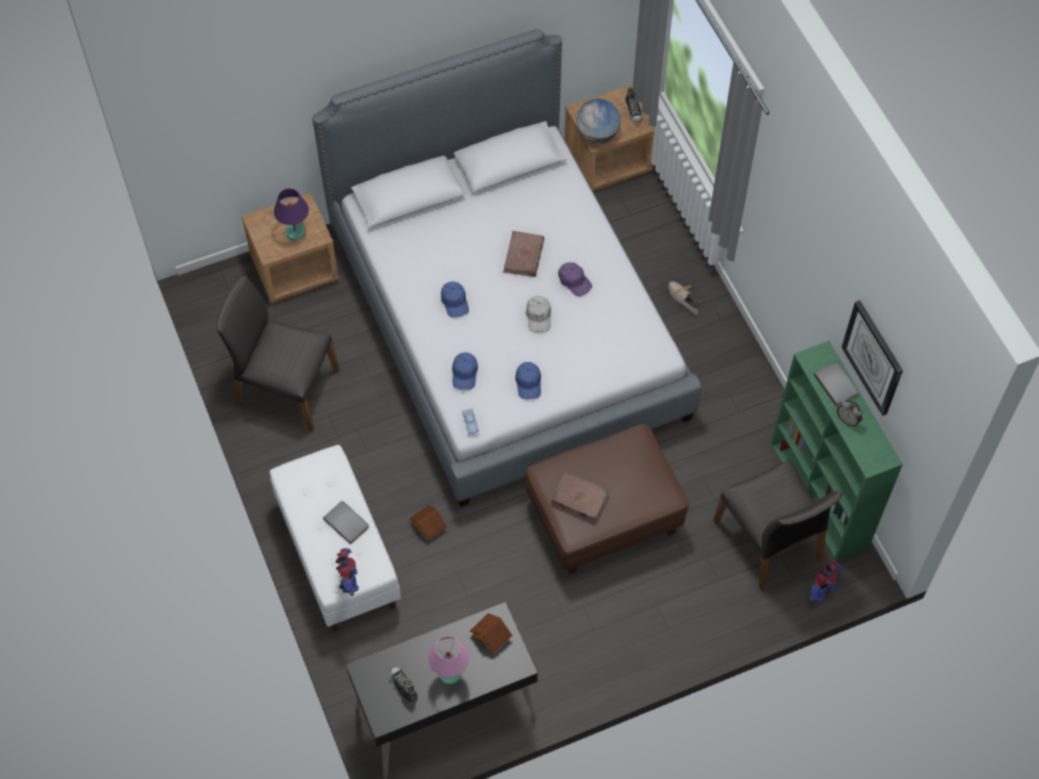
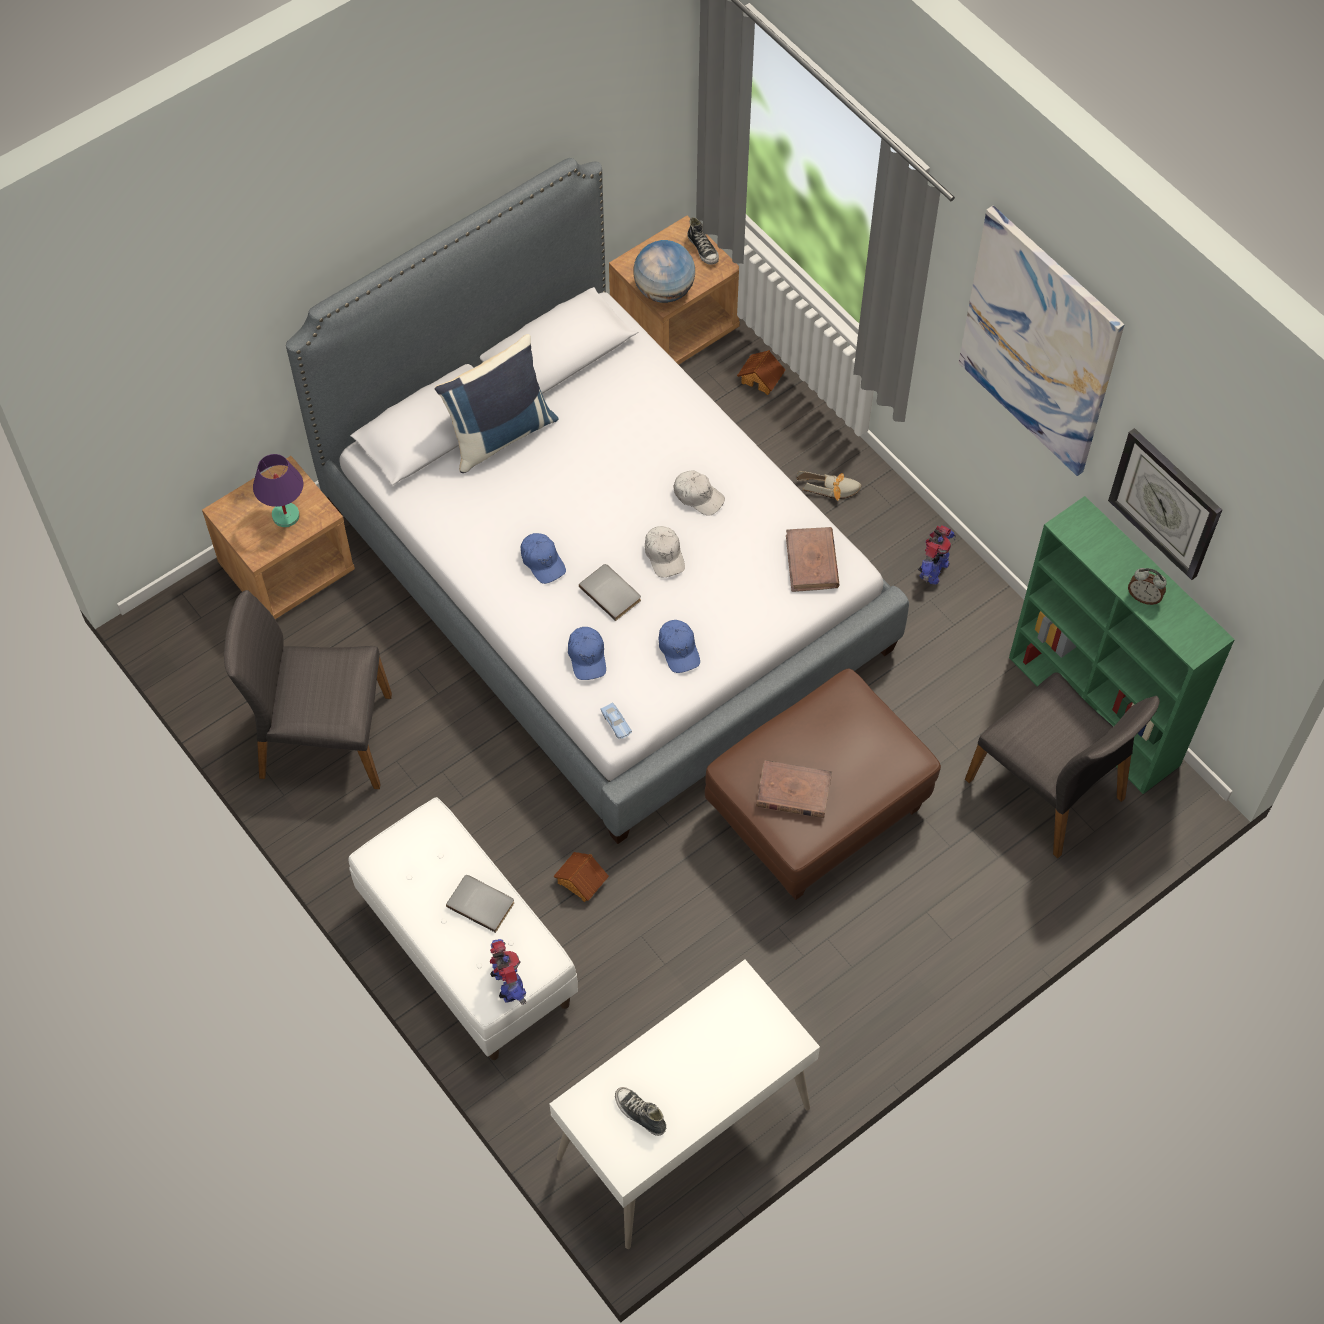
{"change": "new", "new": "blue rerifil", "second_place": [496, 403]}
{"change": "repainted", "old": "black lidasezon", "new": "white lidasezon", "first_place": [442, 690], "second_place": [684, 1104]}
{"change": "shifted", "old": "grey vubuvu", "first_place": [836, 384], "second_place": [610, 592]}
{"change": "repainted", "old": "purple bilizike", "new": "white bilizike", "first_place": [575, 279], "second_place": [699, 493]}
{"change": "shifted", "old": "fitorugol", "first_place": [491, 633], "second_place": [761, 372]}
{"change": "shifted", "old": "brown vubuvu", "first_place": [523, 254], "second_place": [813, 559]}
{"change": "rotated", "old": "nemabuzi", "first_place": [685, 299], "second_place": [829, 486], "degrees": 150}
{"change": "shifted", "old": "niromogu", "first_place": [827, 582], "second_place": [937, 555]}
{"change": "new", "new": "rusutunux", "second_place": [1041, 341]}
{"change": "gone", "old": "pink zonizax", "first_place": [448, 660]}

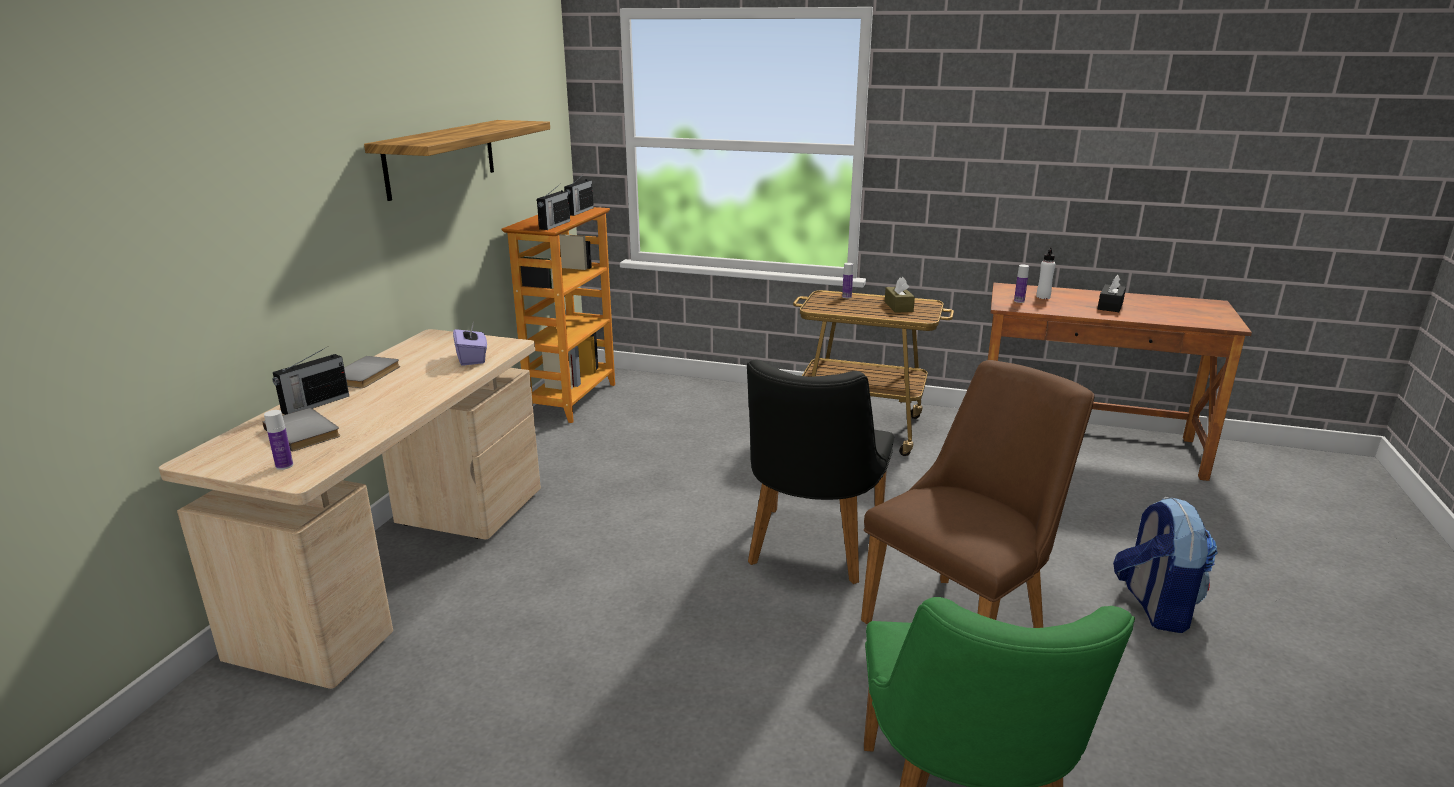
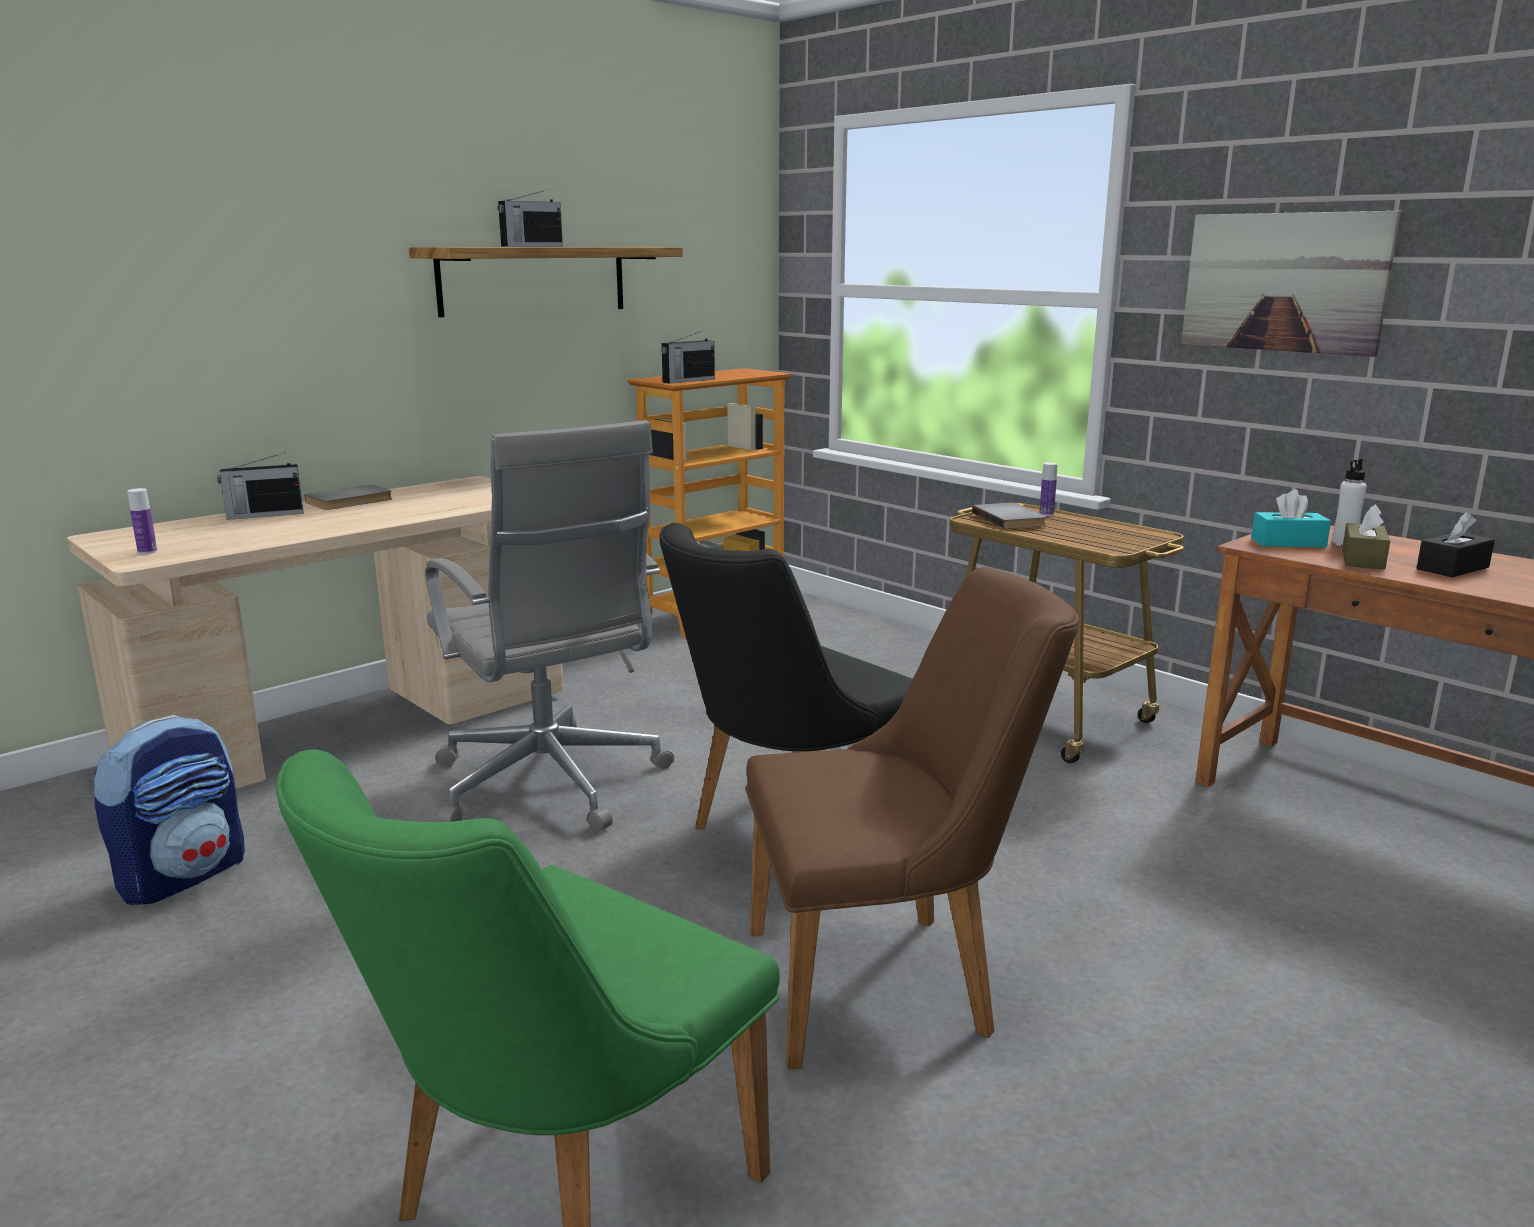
{"change": "shifted", "old": "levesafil", "first_place": [1165, 565], "second_place": [169, 810]}
{"change": "new", "new": "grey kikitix", "second_place": [549, 625]}
{"change": "shifted", "old": "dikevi", "first_place": [579, 194], "second_place": [530, 218]}
{"change": "shifted", "old": "grey vubuvu", "first_place": [301, 430], "second_place": [1009, 515]}
{"change": "new", "new": "rusutunux", "second_place": [1291, 284]}
{"change": "swapped", "old": "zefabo", "new": "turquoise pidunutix", "first_place": [1021, 284], "second_place": [1291, 518]}
{"change": "shifted", "old": "brown pidunutix", "first_place": [900, 295], "second_place": [1366, 537]}
{"change": "gone", "old": "purple pidunutix", "first_place": [470, 345]}

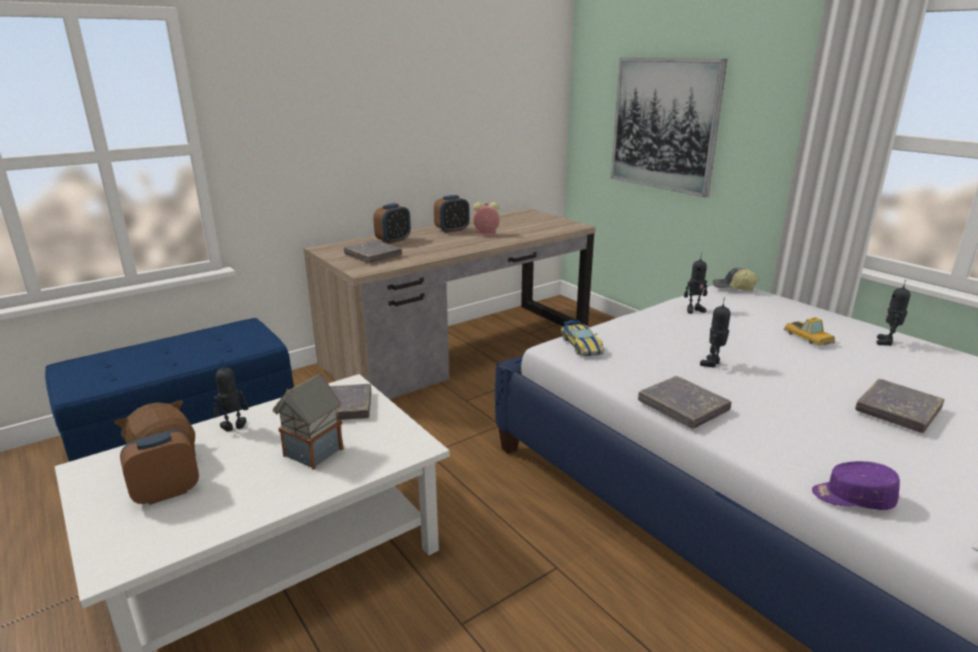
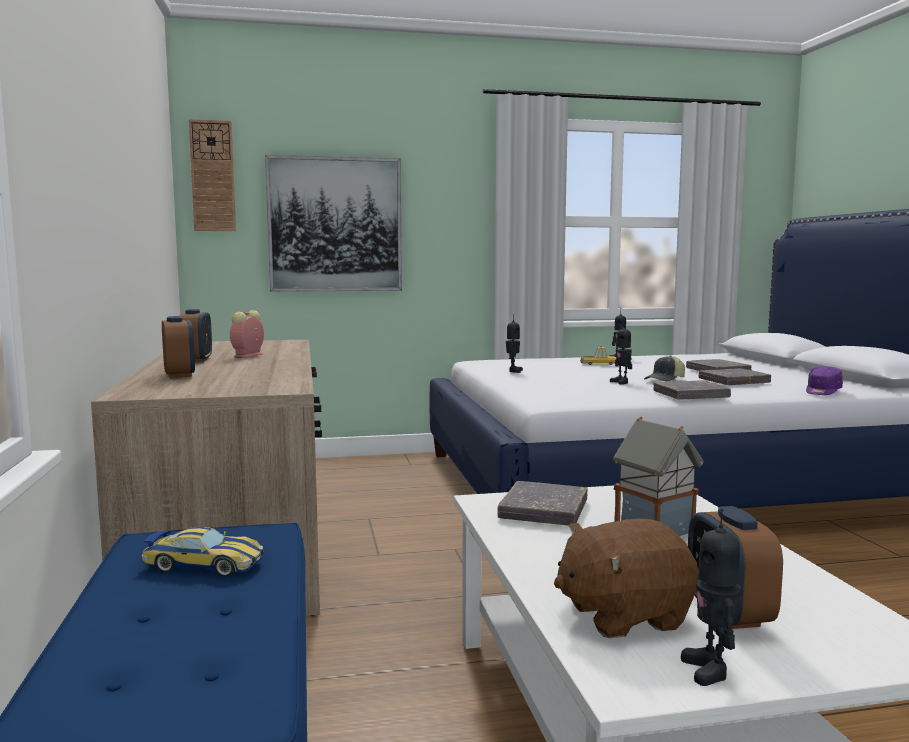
{"change": "shifted", "old": "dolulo", "first_place": [582, 338], "second_place": [202, 552]}
{"change": "new", "new": "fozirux", "second_place": [212, 175]}
{"change": "shifted", "old": "bilizike", "first_place": [736, 279], "second_place": [664, 368]}
{"change": "shifted", "old": "niromogu", "first_place": [231, 395], "second_place": [711, 597]}
{"change": "shifted", "old": "grey vubuvu", "first_place": [373, 251], "second_place": [735, 376]}

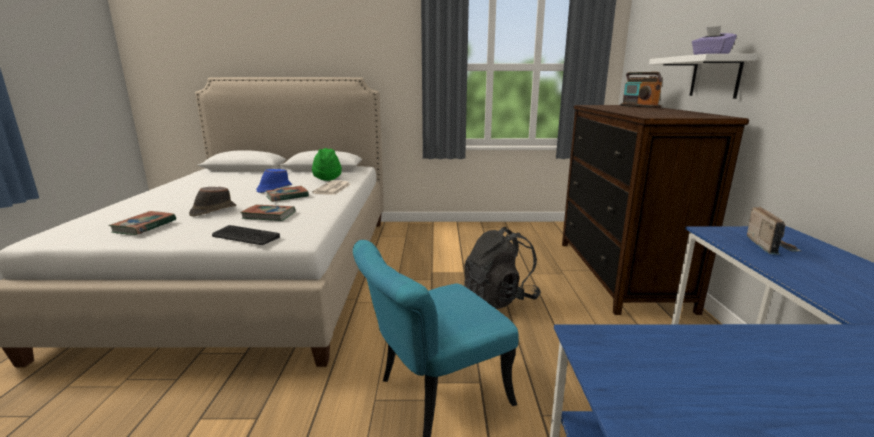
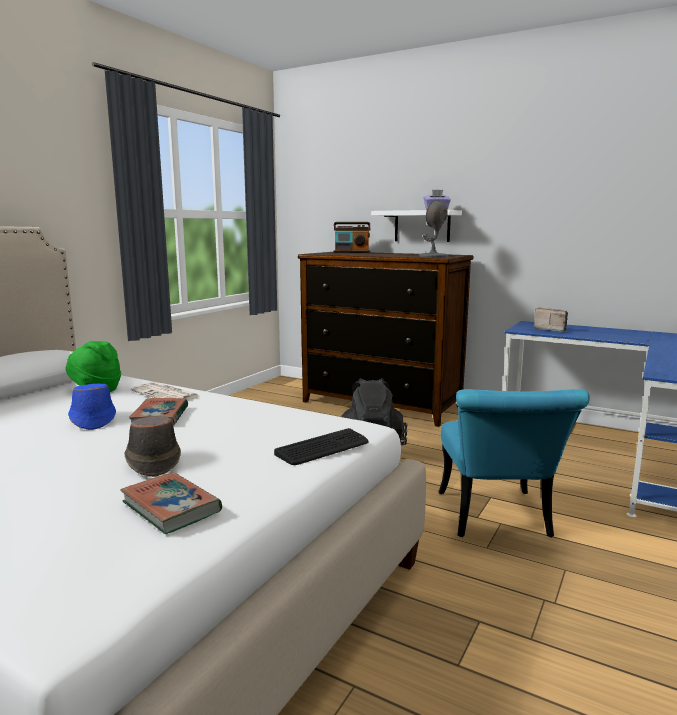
{"change": "new", "new": "grey zonizax", "second_place": [433, 228]}
{"change": "gone", "old": "vubuvu", "first_place": [267, 213]}

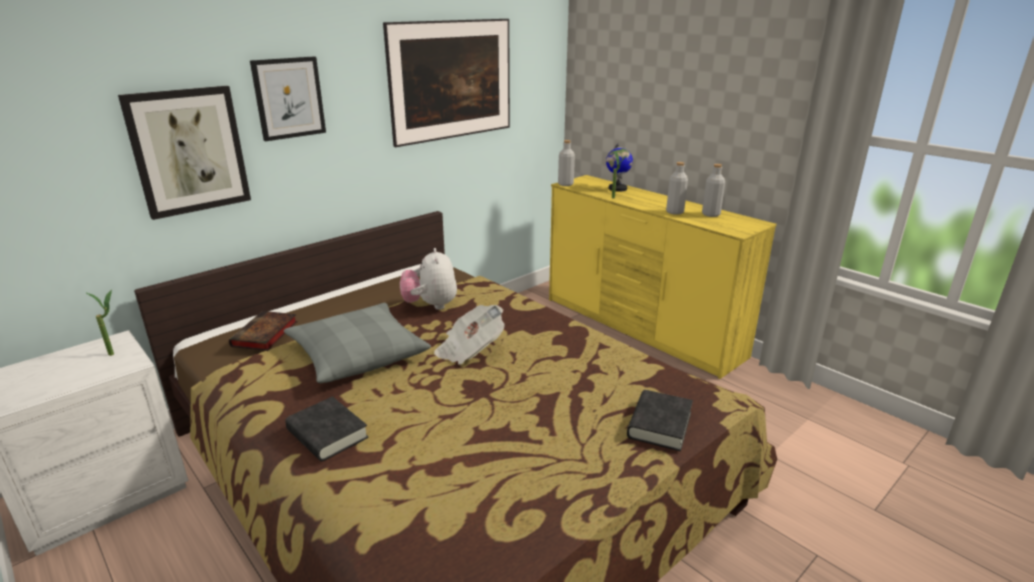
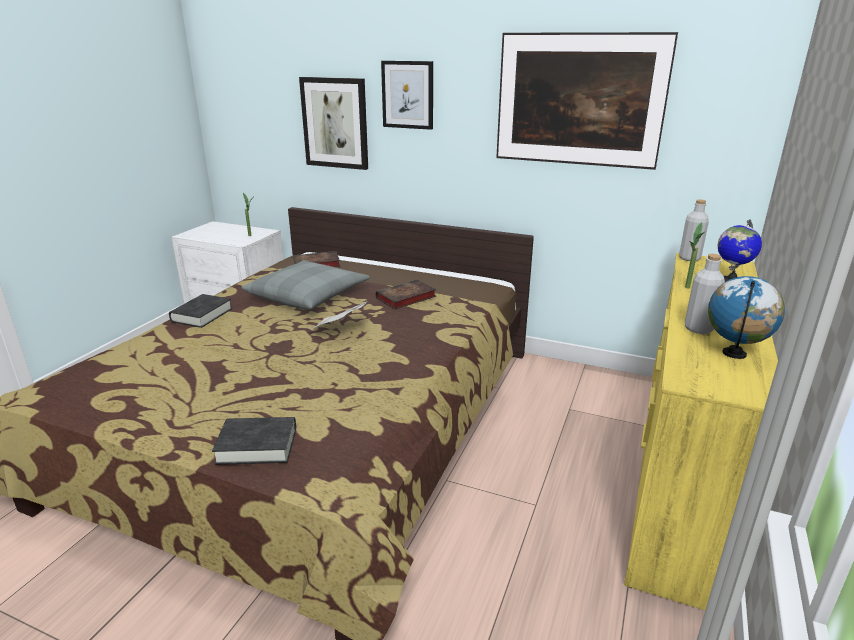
{"change": "swapped", "old": "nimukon", "new": "vubuvu", "first_place": [428, 279], "second_place": [406, 295]}
{"change": "swapped", "old": "grey zefabo", "new": "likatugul", "first_place": [713, 190], "second_place": [746, 317]}

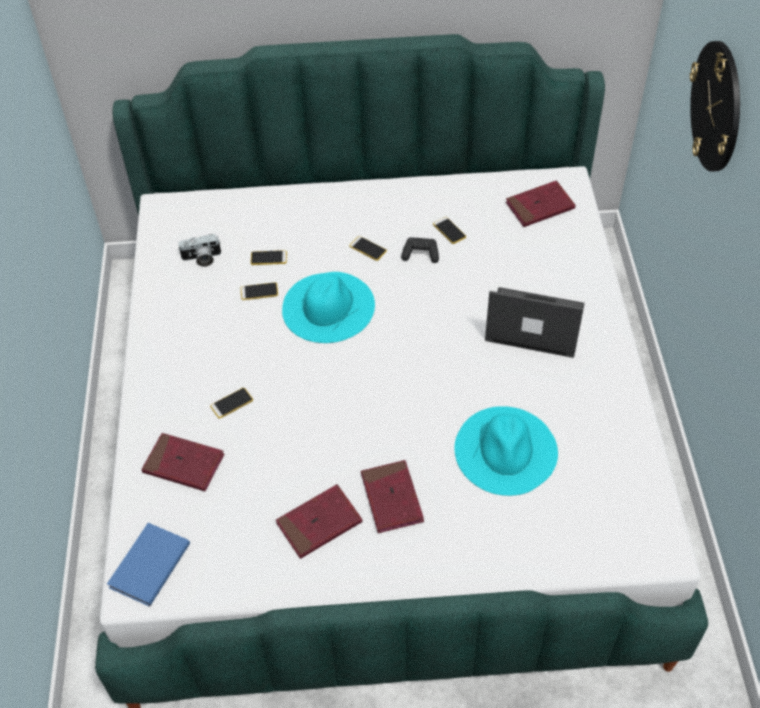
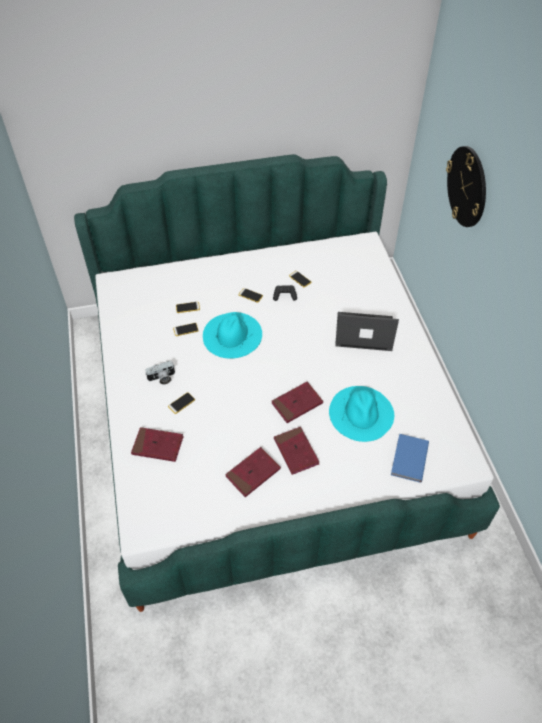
{"change": "shifted", "old": "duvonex", "first_place": [199, 250], "second_place": [160, 372]}
{"change": "shifted", "old": "red vubuvu", "first_place": [540, 204], "second_place": [297, 402]}
{"change": "shifted", "old": "blue vubuvu", "first_place": [148, 565], "second_place": [410, 458]}

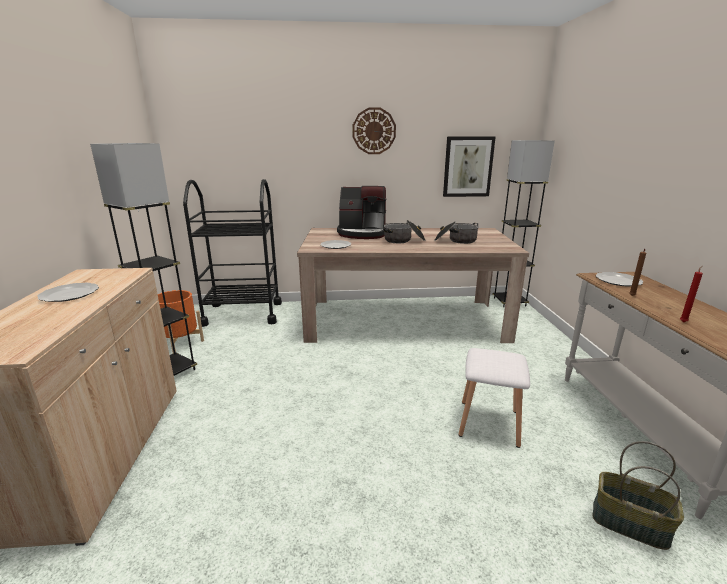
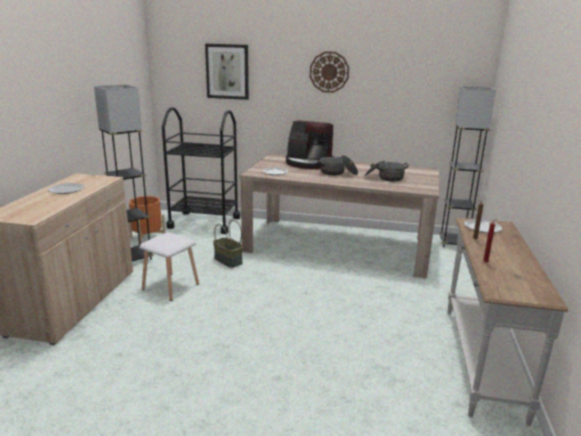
{"change": "shifted", "old": "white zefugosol", "first_place": [494, 398], "second_place": [169, 266]}
{"change": "shifted", "old": "rusutunux", "first_place": [469, 167], "second_place": [227, 72]}
{"change": "shifted", "old": "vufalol", "first_place": [638, 495], "second_place": [228, 244]}

